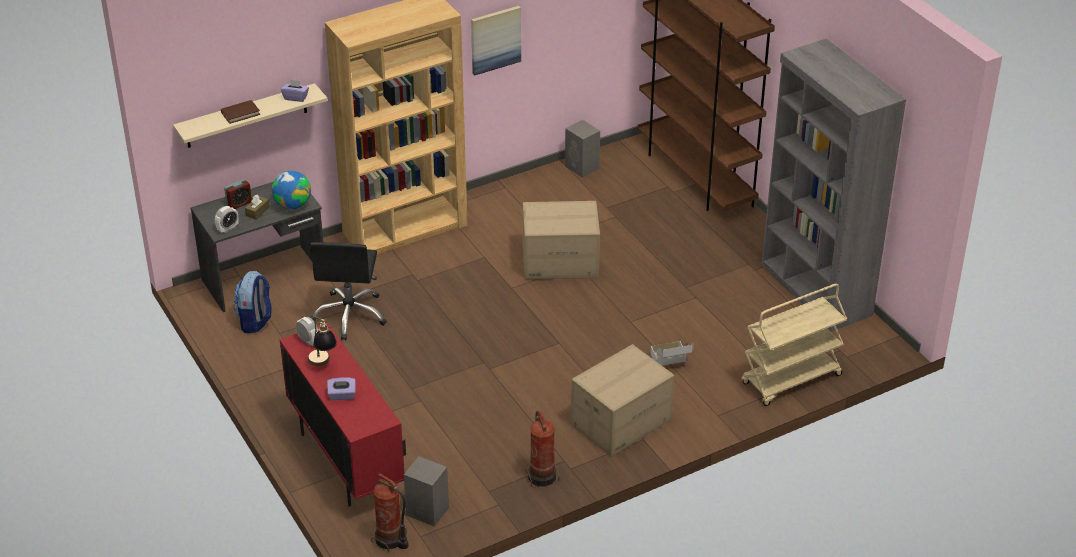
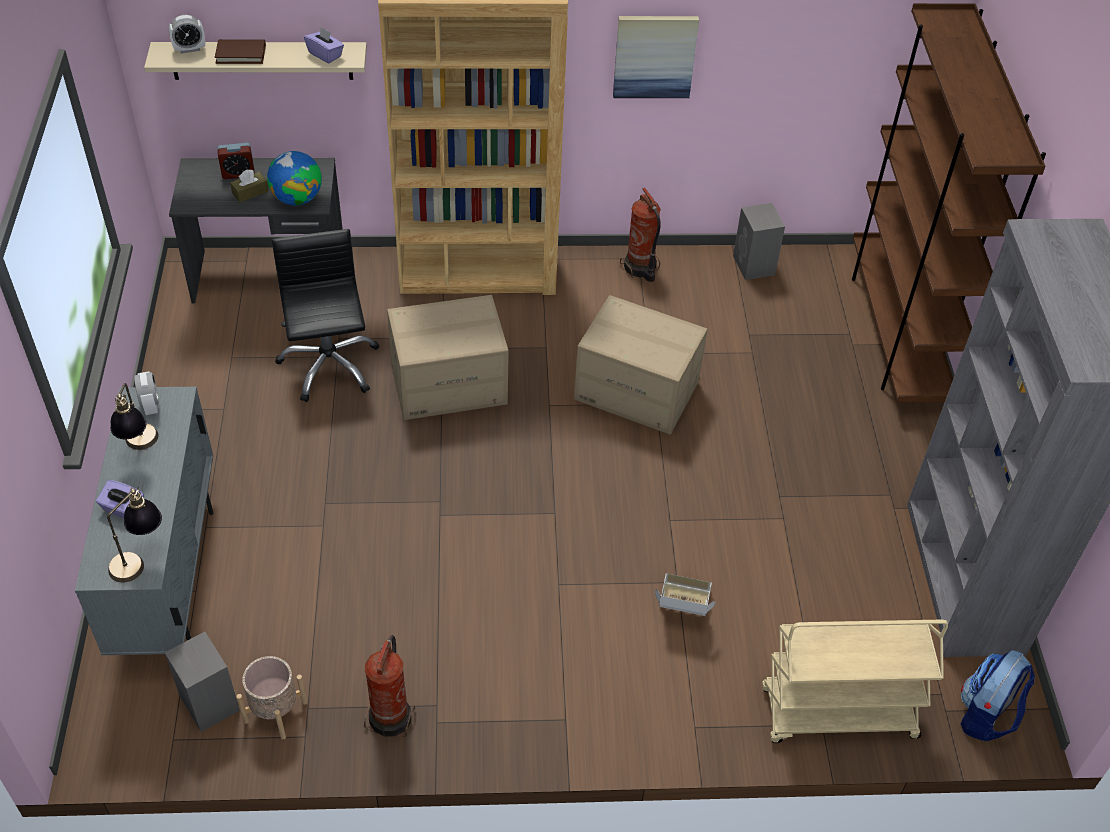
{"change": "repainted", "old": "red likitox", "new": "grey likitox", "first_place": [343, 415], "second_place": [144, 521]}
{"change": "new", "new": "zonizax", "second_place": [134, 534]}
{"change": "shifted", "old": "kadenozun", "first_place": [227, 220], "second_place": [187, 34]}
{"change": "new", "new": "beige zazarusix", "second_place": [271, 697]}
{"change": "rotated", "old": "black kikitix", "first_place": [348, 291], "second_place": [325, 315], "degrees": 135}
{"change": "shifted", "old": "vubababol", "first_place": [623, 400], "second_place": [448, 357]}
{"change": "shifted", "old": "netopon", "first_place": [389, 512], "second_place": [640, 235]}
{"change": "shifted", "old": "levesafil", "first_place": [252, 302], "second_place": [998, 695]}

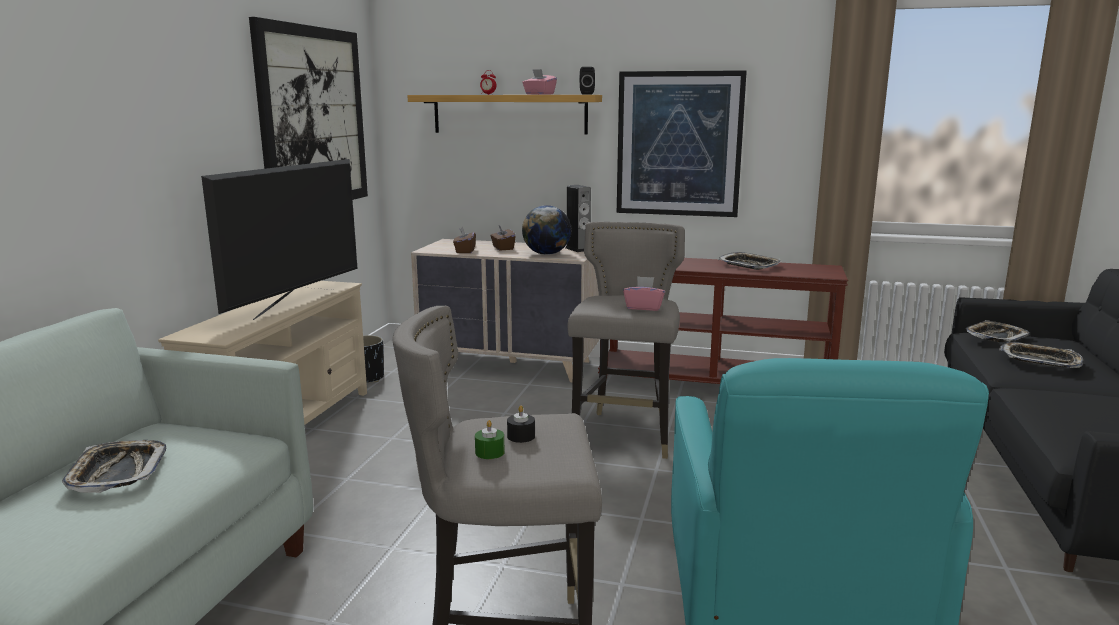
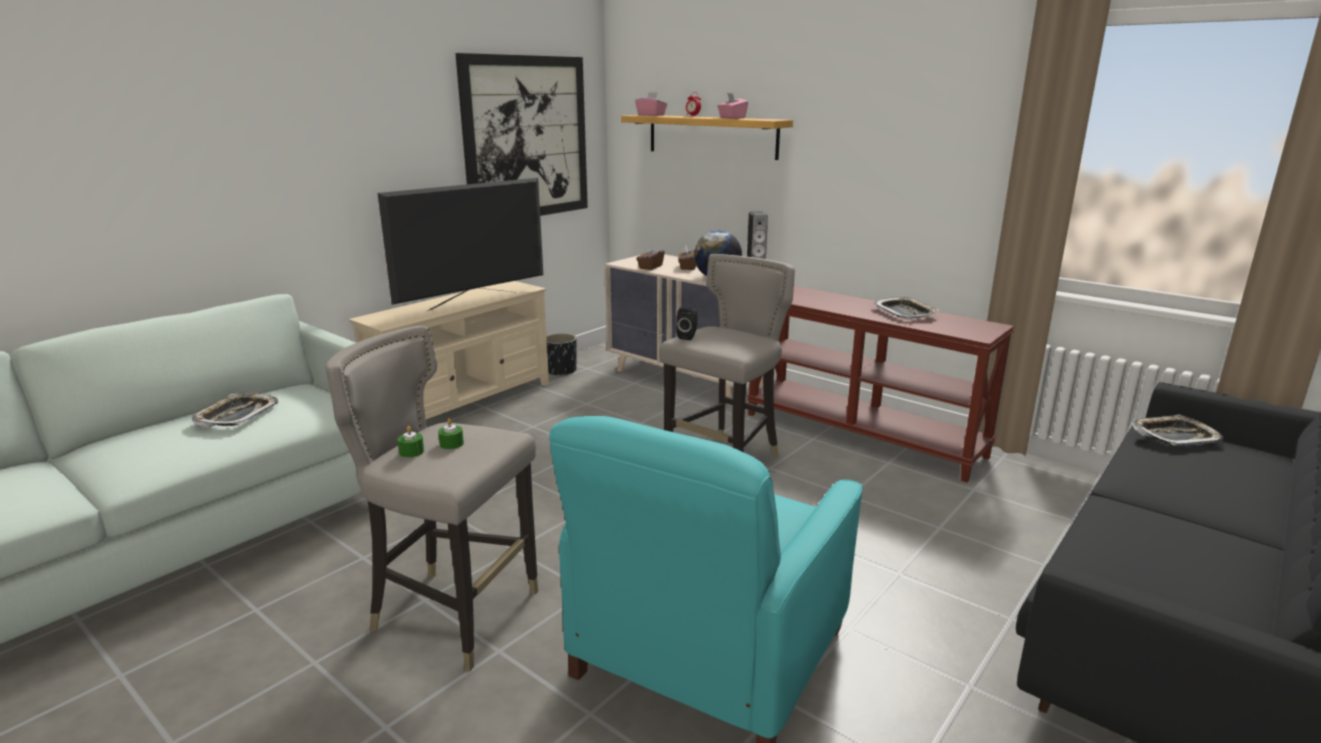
{"change": "repainted", "old": "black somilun", "new": "green somilun", "first_place": [521, 424], "second_place": [451, 434]}
{"change": "shifted", "old": "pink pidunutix", "first_place": [644, 293], "second_place": [651, 104]}
{"change": "shifted", "old": "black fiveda", "first_place": [587, 81], "second_place": [687, 324]}
{"change": "gone", "old": "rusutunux", "first_place": [682, 143]}
{"change": "gone", "old": "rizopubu", "first_place": [1041, 355]}

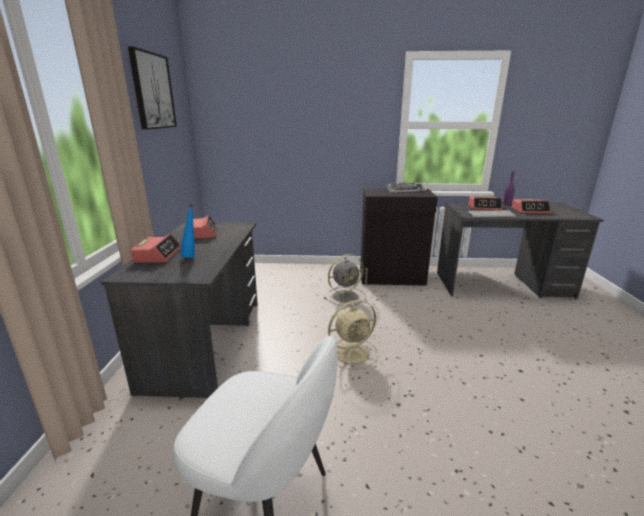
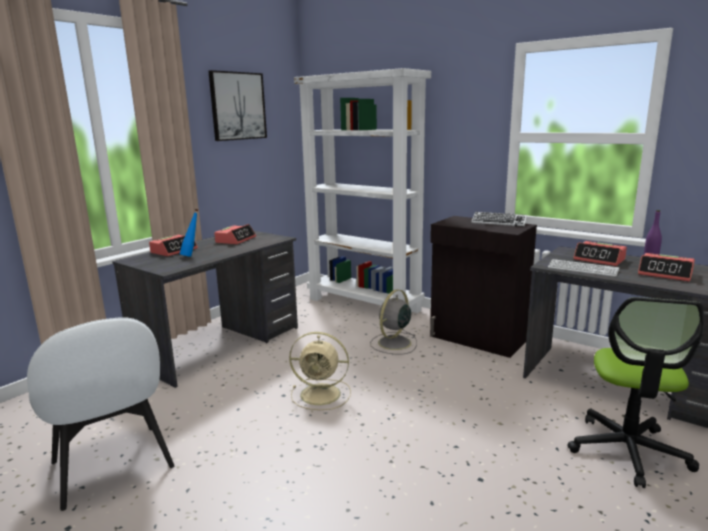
{"change": "new", "new": "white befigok", "second_place": [362, 190]}
{"change": "rotated", "old": "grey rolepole", "first_place": [345, 280], "second_place": [393, 322], "degrees": 120}
{"change": "new", "new": "kikitix", "second_place": [635, 392]}

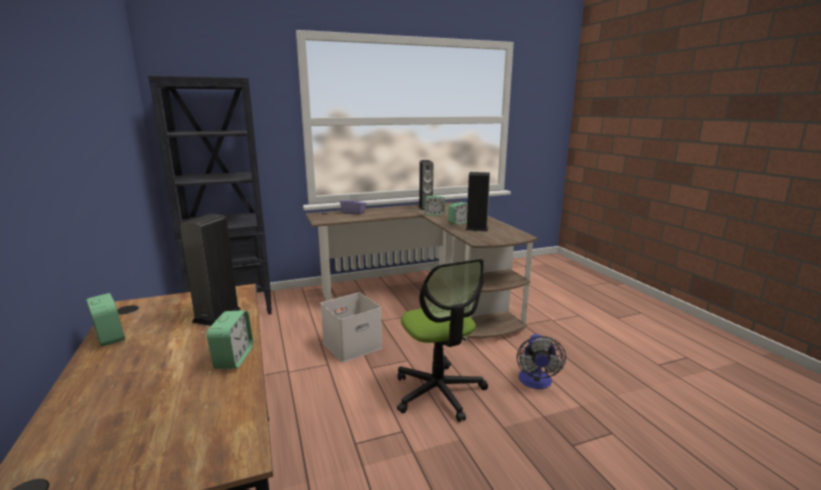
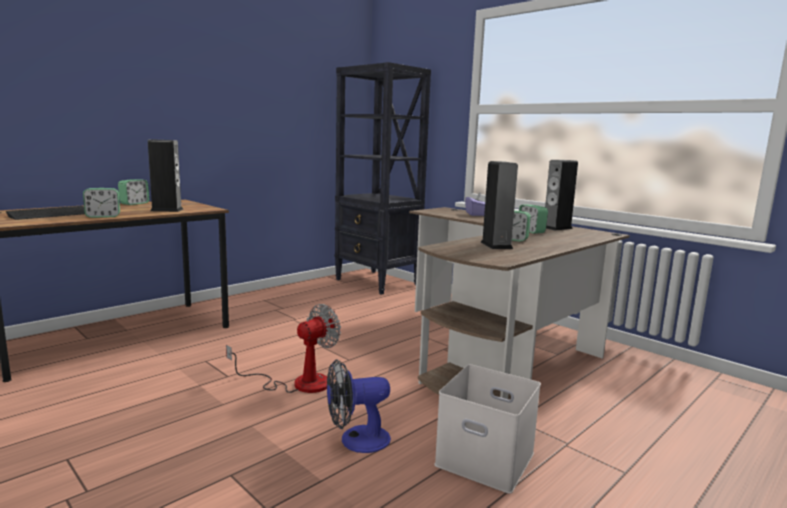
{"change": "new", "new": "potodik", "second_place": [45, 213]}
{"change": "swapped", "old": "kikitix", "new": "rolepole", "first_place": [442, 340], "second_place": [283, 348]}
{"change": "shifted", "old": "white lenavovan", "first_place": [351, 327], "second_place": [487, 429]}

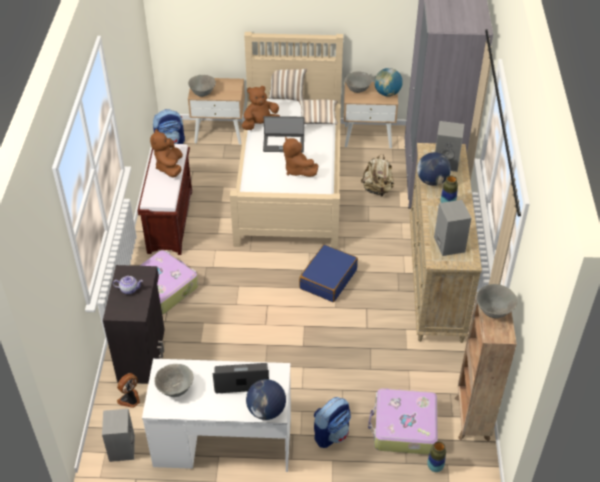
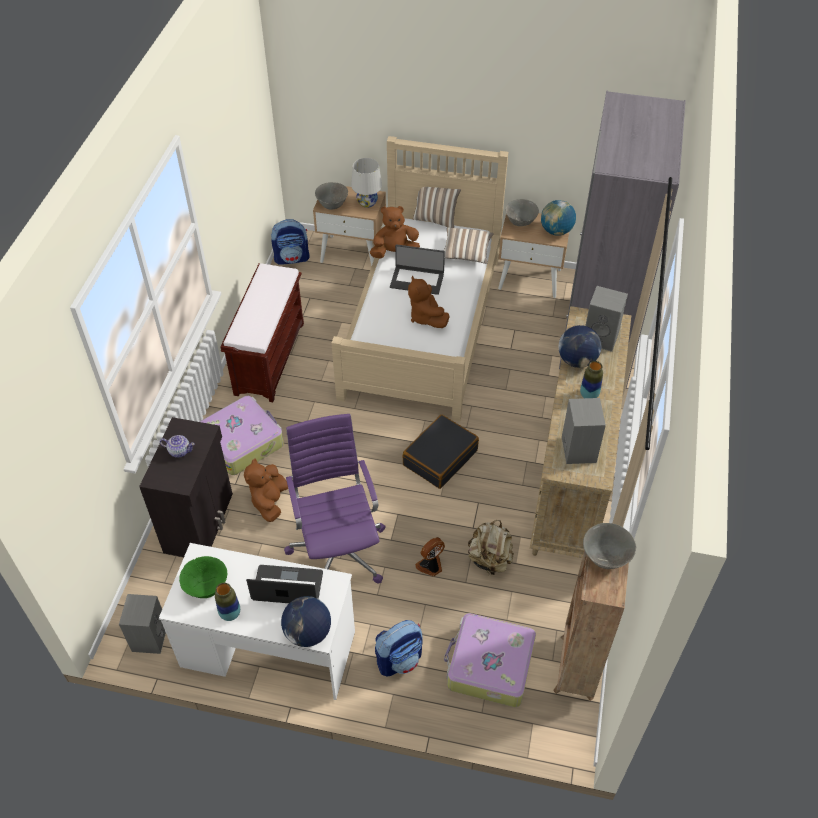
{"change": "repainted", "old": "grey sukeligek", "new": "green sukeligek", "first_place": [173, 380], "second_place": [203, 577]}
{"change": "shifted", "old": "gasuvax", "first_place": [436, 456], "second_place": [227, 602]}
{"change": "shifted", "old": "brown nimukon", "first_place": [166, 153], "second_place": [266, 490]}
{"change": "new", "new": "purple kikitix", "second_place": [335, 498]}
{"change": "new", "new": "white zonizax", "second_place": [366, 183]}
{"change": "repainted", "old": "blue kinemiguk", "new": "black kinemiguk", "first_place": [328, 273], "second_place": [441, 451]}
{"change": "shifted", "old": "rolepole", "first_place": [128, 390], "second_place": [430, 557]}
{"change": "shifted", "old": "beige levesafil", "first_place": [377, 175], "second_place": [491, 547]}

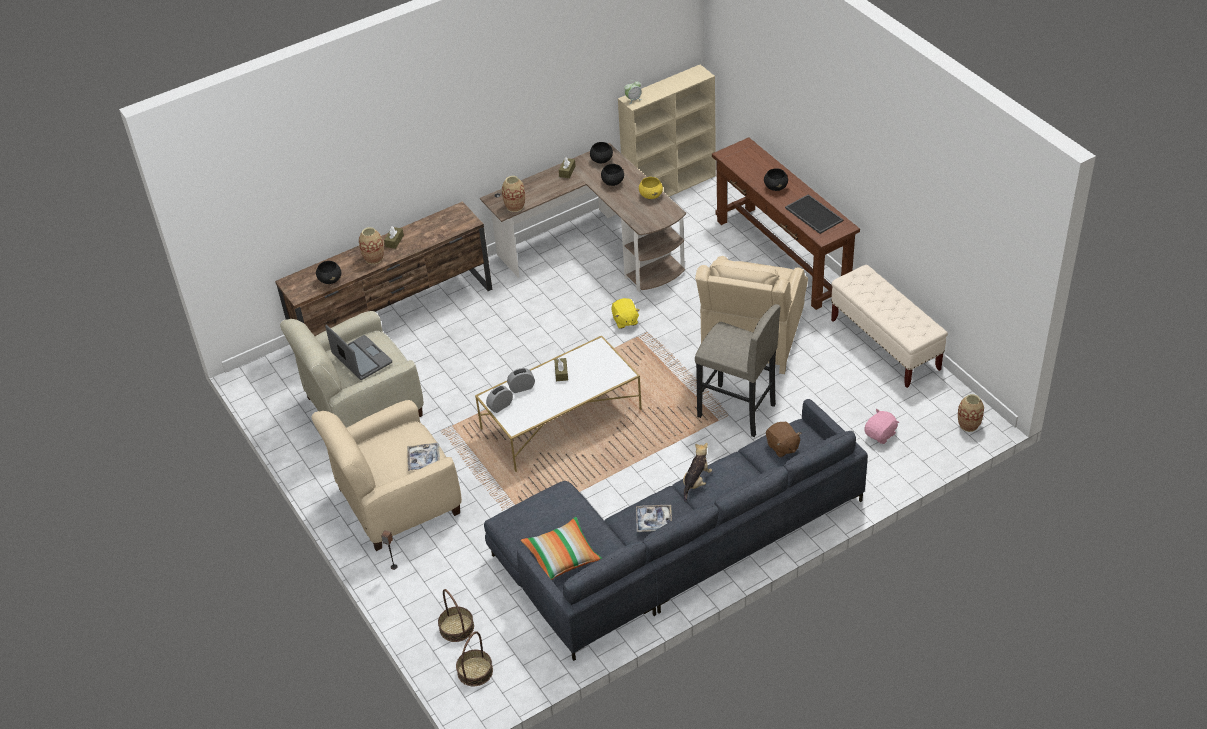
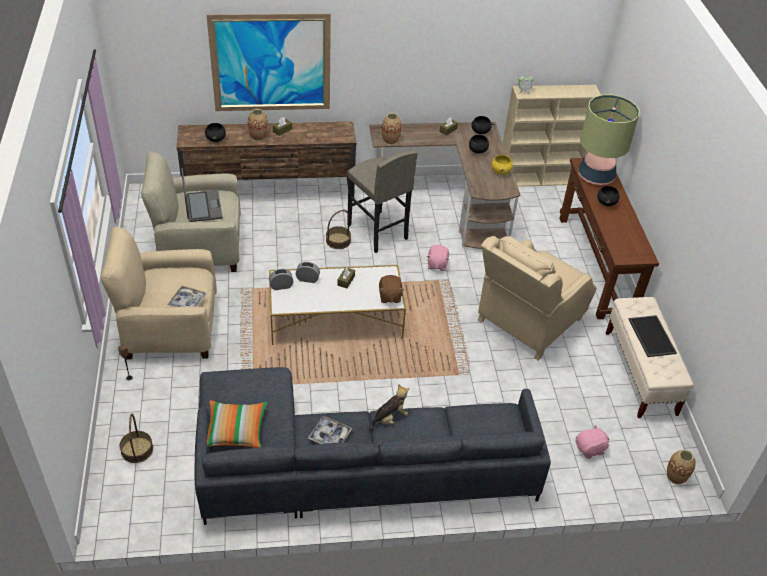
{"change": "new", "new": "rusutunux", "second_place": [269, 62]}
{"change": "shifted", "old": "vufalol", "first_place": [474, 658], "second_place": [338, 229]}
{"change": "shifted", "old": "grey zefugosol", "first_place": [737, 370], "second_place": [382, 201]}
{"change": "shifted", "old": "brown nimukon", "first_place": [783, 439], "second_place": [391, 289]}
{"change": "repainted", "old": "yellow nimukon", "new": "pink nimukon", "first_place": [625, 313], "second_place": [438, 258]}
{"change": "new", "new": "zonizax", "second_place": [609, 139]}
{"change": "shifted", "old": "rizopubu", "first_place": [814, 214], "second_place": [652, 336]}

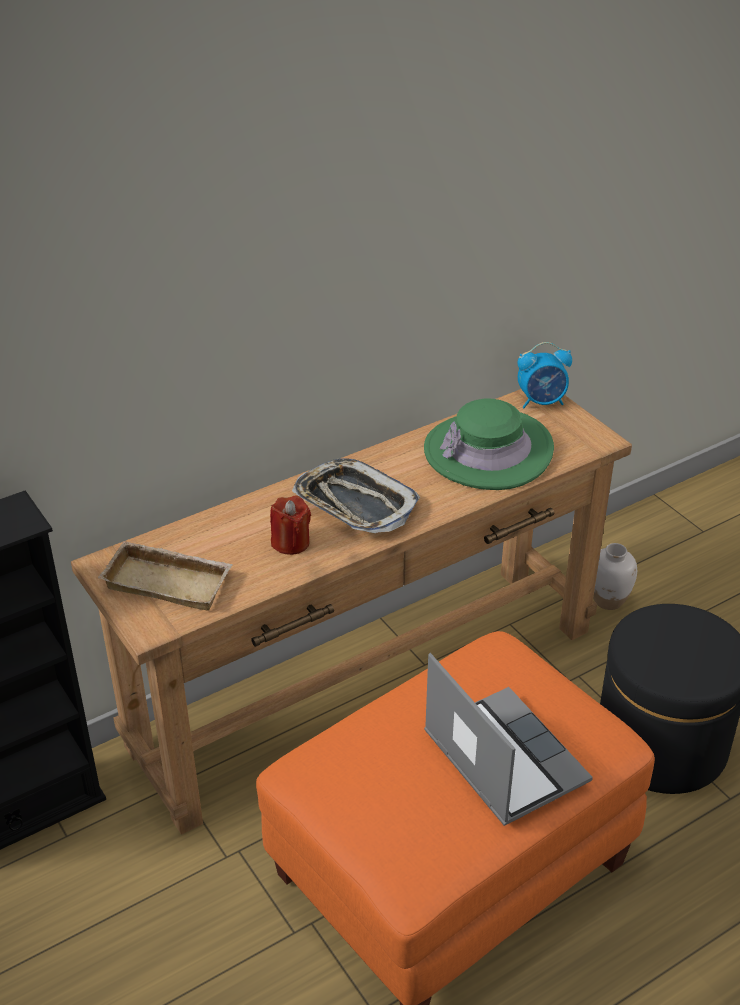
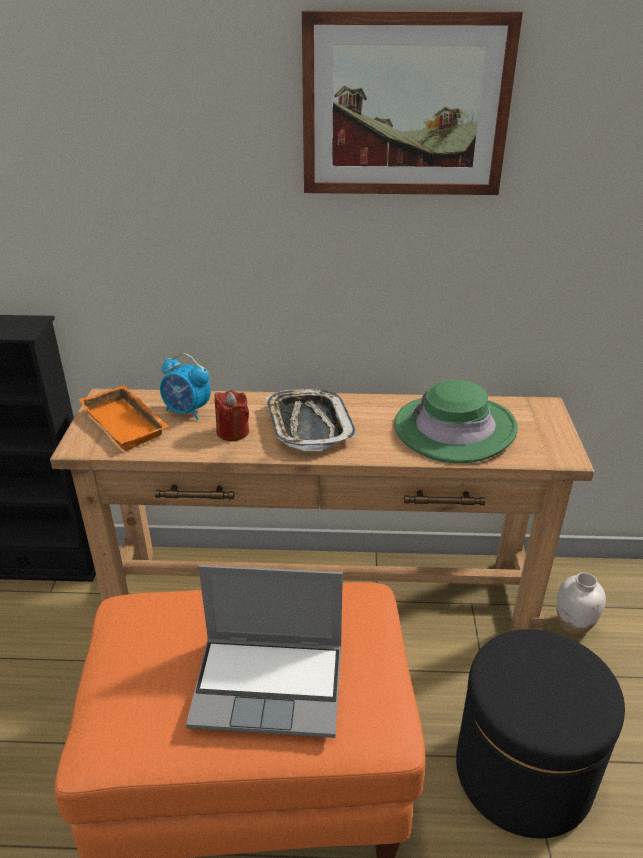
{"change": "repainted", "old": "beige rizopubu", "new": "orange rizopubu", "first_place": [165, 575], "second_place": [124, 418]}
{"change": "shifted", "old": "kadenozun", "first_place": [545, 375], "second_place": [185, 386]}
{"change": "rotated", "old": "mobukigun", "first_place": [508, 739], "second_place": [264, 651], "degrees": 90}
{"change": "new", "new": "rusutunux", "second_place": [412, 102]}

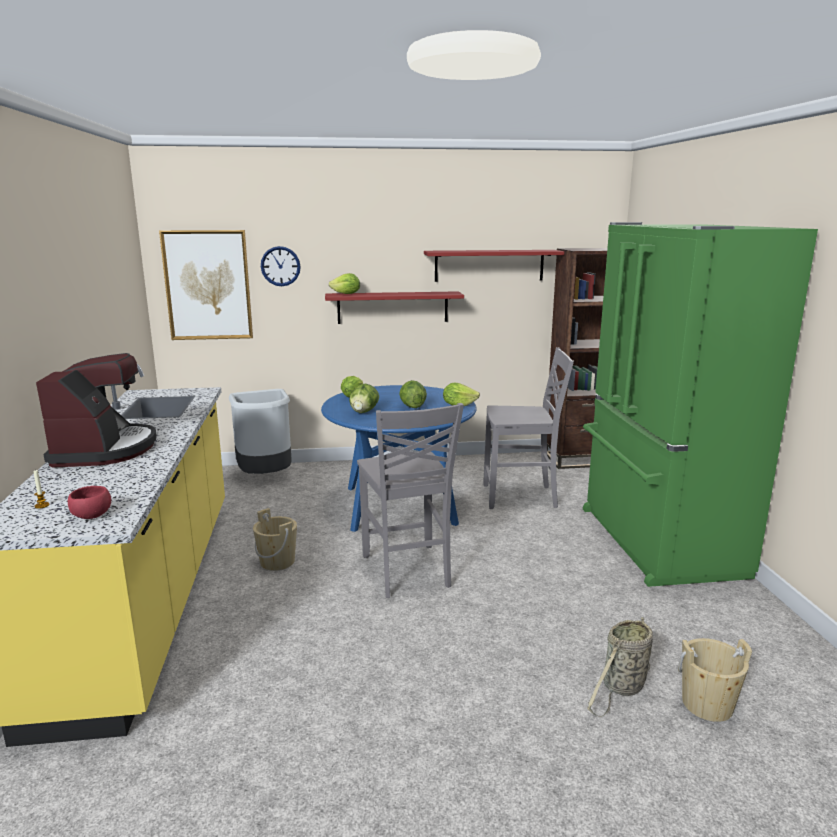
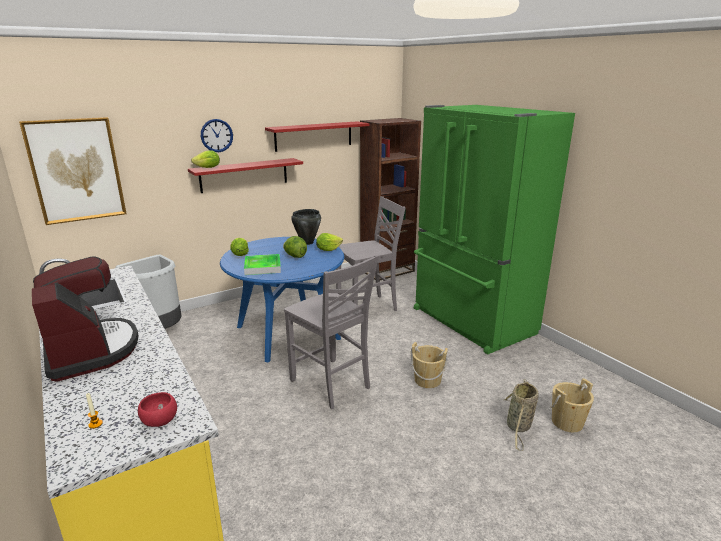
{"change": "shifted", "old": "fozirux", "first_place": [281, 266], "second_place": [217, 135]}
{"change": "swapped", "old": "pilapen", "new": "rizopubu", "first_place": [364, 398], "second_place": [262, 264]}
{"change": "new", "new": "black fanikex", "second_place": [306, 227]}
{"change": "shifted", "old": "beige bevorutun", "first_place": [275, 539], "second_place": [429, 365]}

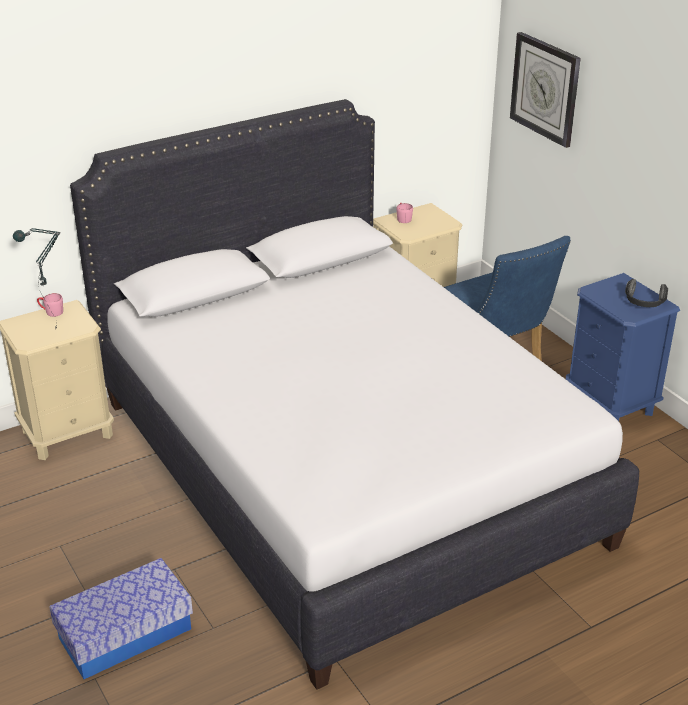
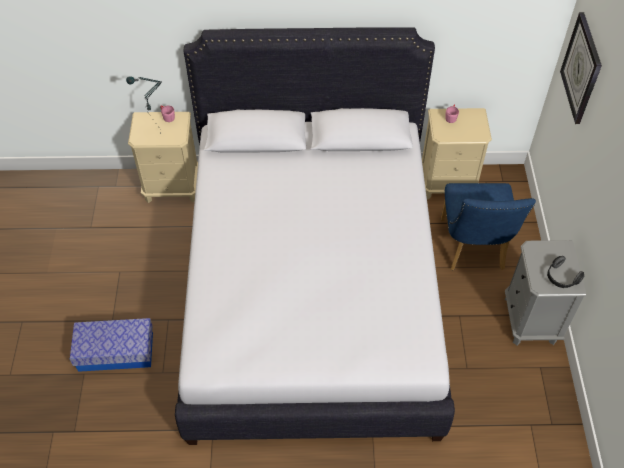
{"change": "repainted", "old": "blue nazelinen", "new": "grey nazelinen", "first_place": [623, 347], "second_place": [545, 292]}

